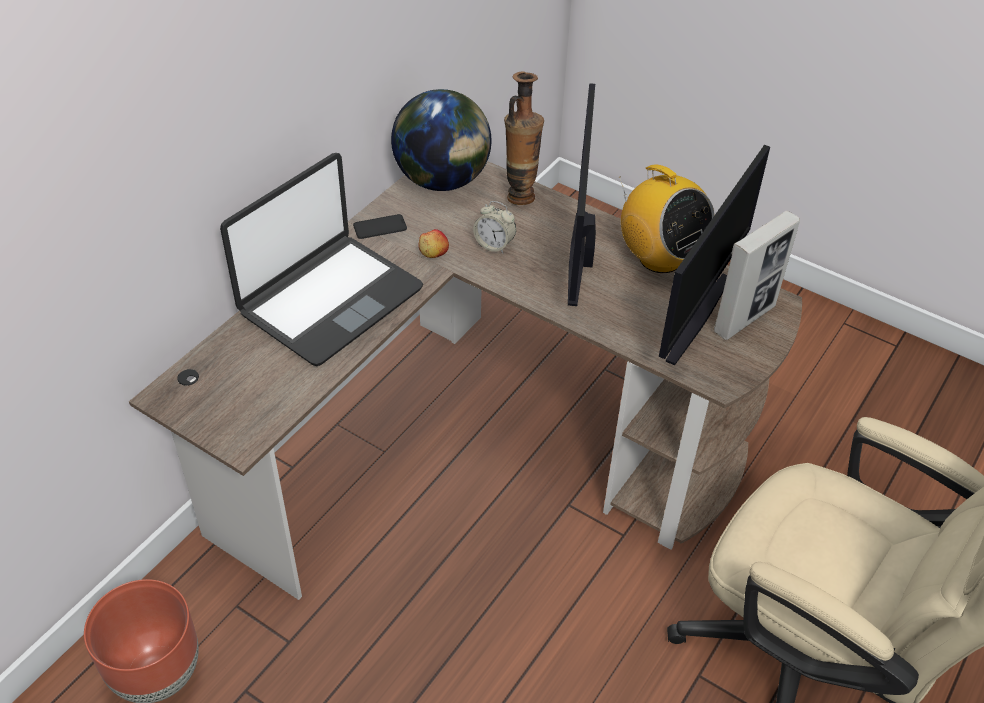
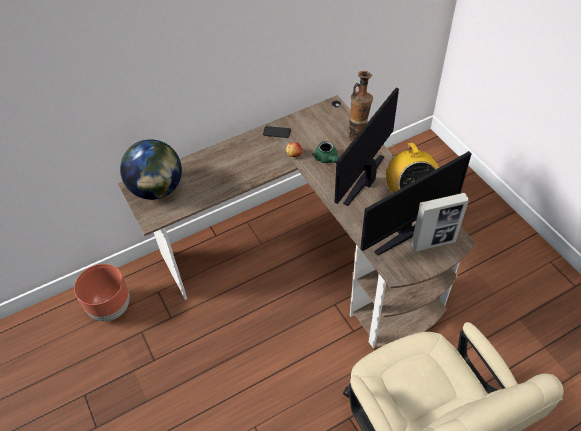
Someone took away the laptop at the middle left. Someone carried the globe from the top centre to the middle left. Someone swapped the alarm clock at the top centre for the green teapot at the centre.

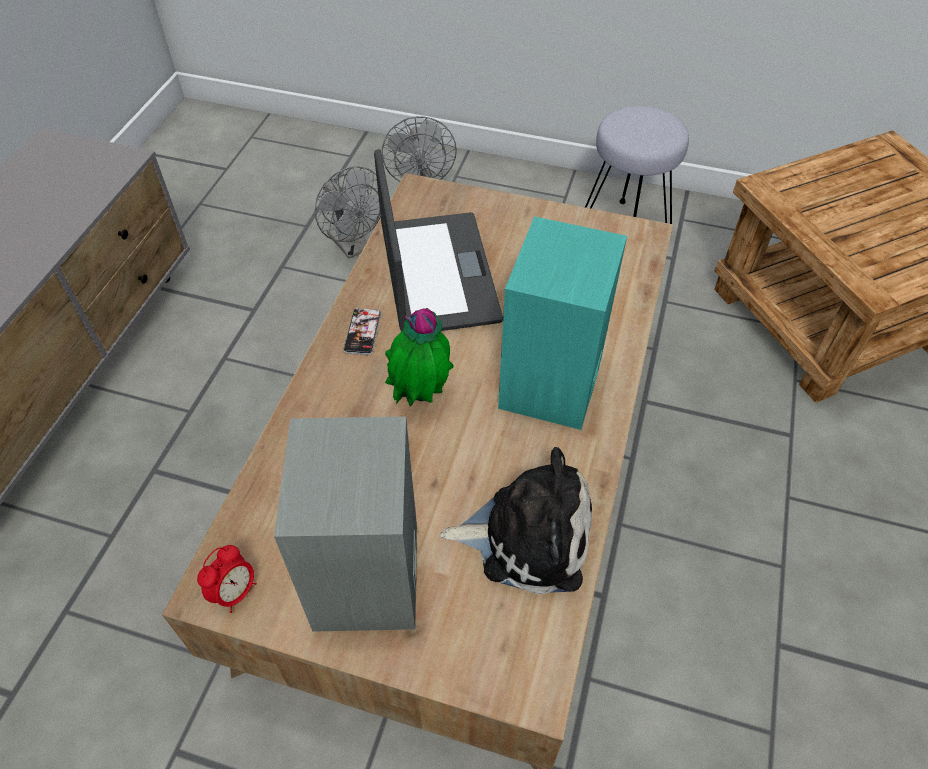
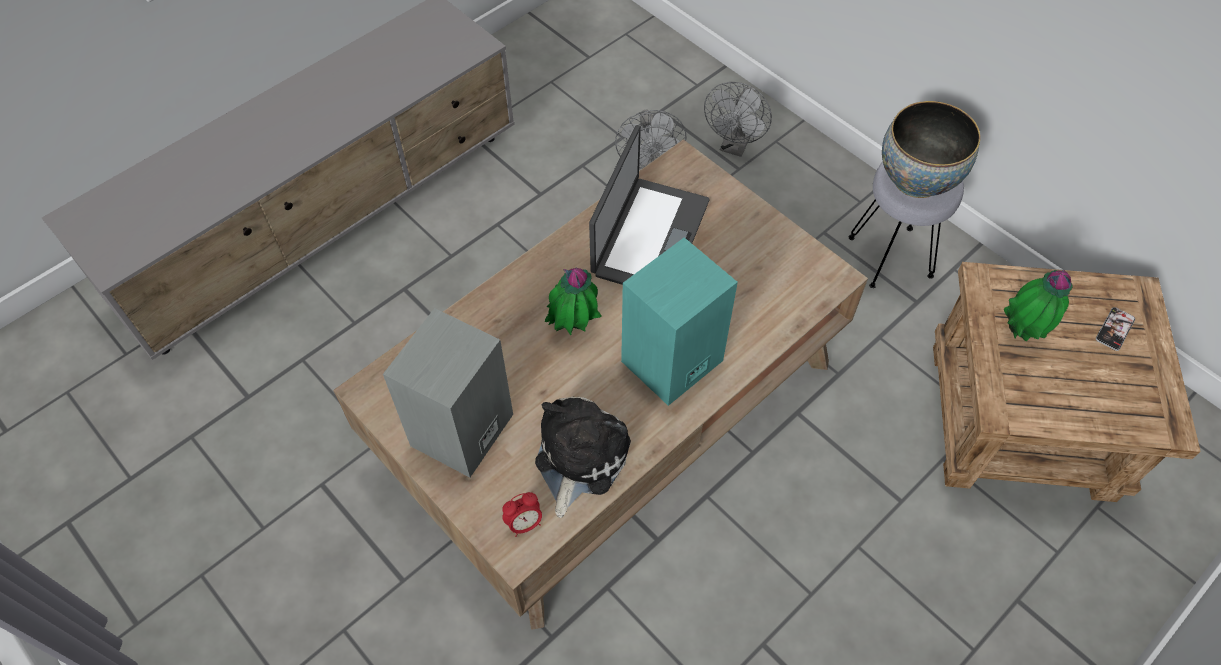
Someone put down the bowl at the top right. Someone put down the potted plant (no. 2 from left) at the middle right. Someone carried the alarm clock from the bottom left to the bottom centre. Someone carried the phone from the centre to the middle right. Someone rotated the plush toy at the bottom centre by 105 degrees counterclockwise.

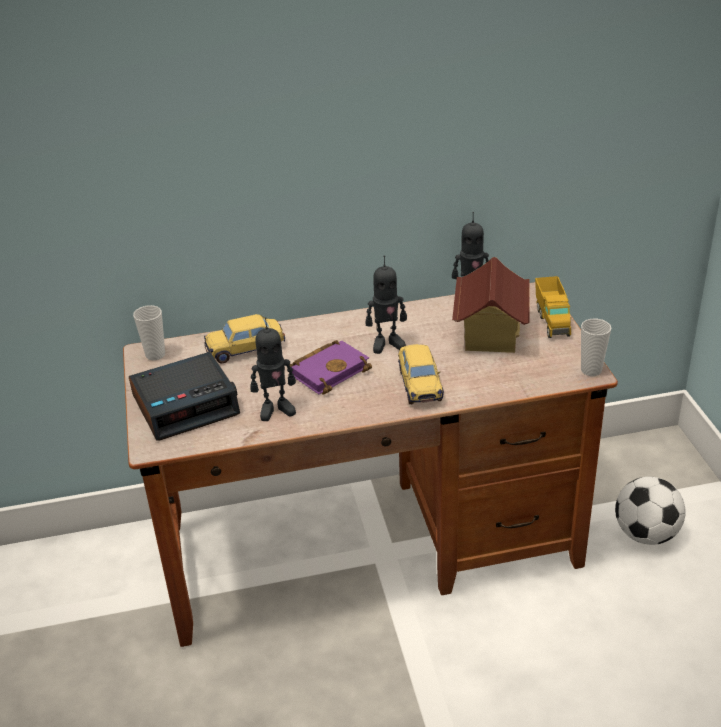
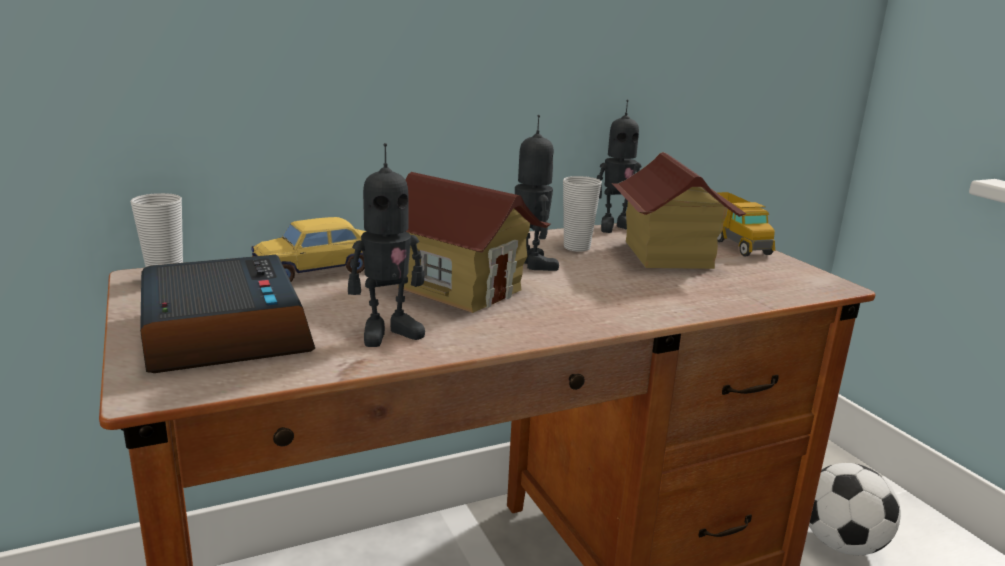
Someone took away the toy car (no. 2 from left) at the centre. Someone carried the cup (no. 2 from left) from the middle right to the centre. Someone swapped the purple book at the centre for the toy house (no. 1 from left) at the centre. Someone rotated the alarm clock at the middle left by 75 degrees counterclockwise. Someone rotated the toy robot (no. 2 from left) at the centre by 90 degrees counterclockwise.

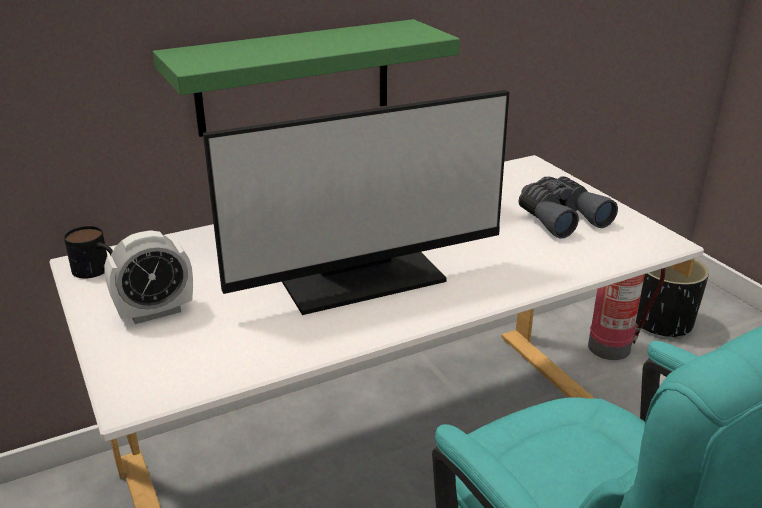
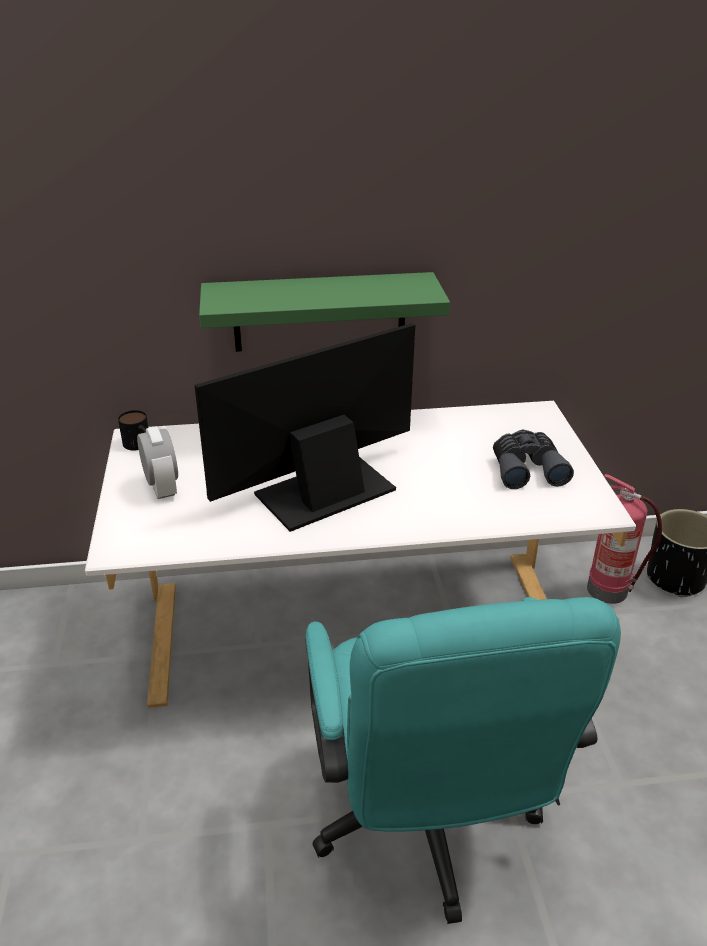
Someone rotated the alarm clock at the middle left by 105 degrees counterclockwise. Someone rotated the monitor at the centre by 150 degrees clockwise.

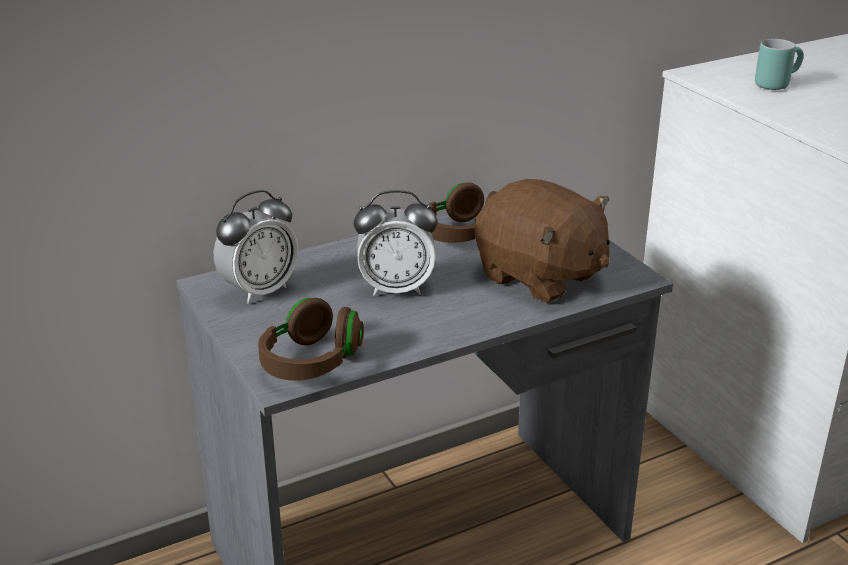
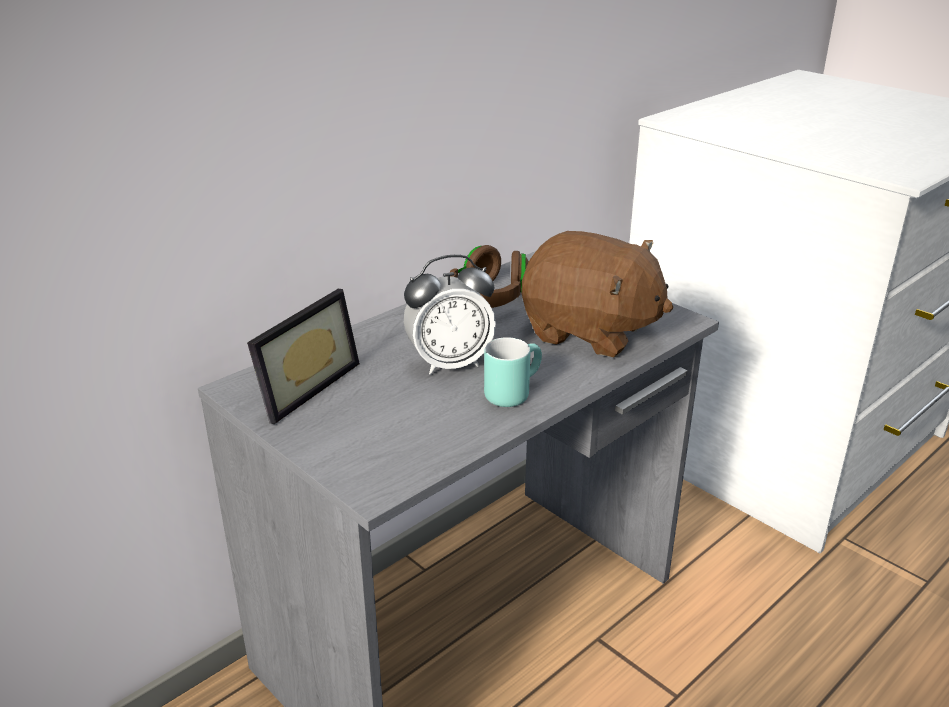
Someone took away the brown headphones (no. 1 from left) at the centre. Someone carried the turquoise mug from the top right to the centre. Someone swapped the alarm clock (no. 1 from left) at the middle left for the picture frame at the middle left.

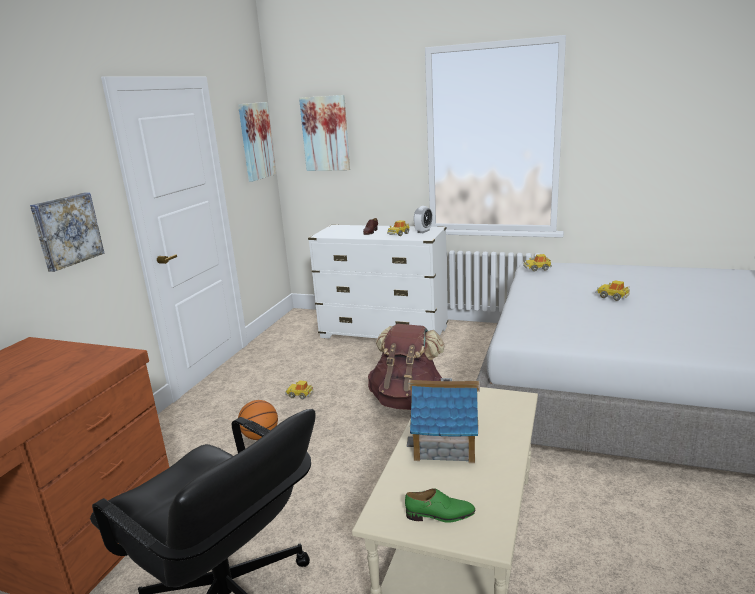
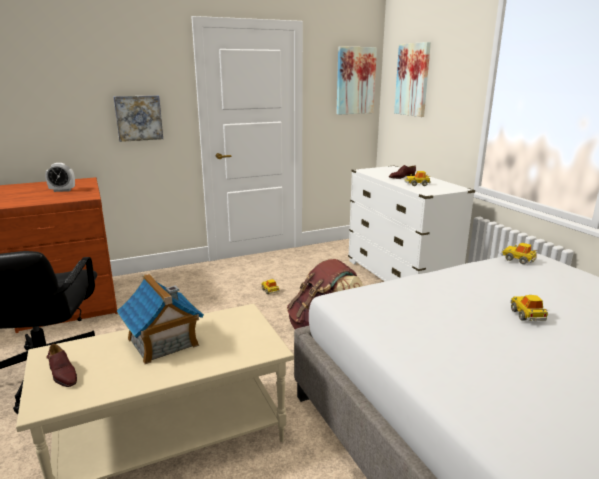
Someone took away the basketball at the bottom centre. Someone carried the alarm clock from the centre to the middle left. Someone repainted the green shoe at the bottom centre, which became the brown shoe (no. 1 from left) at the bottom left.

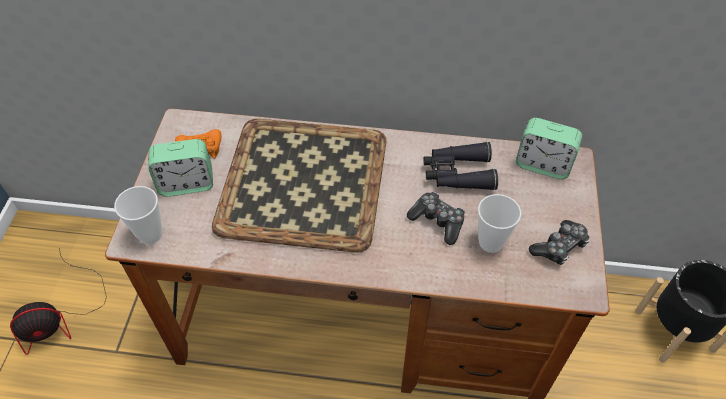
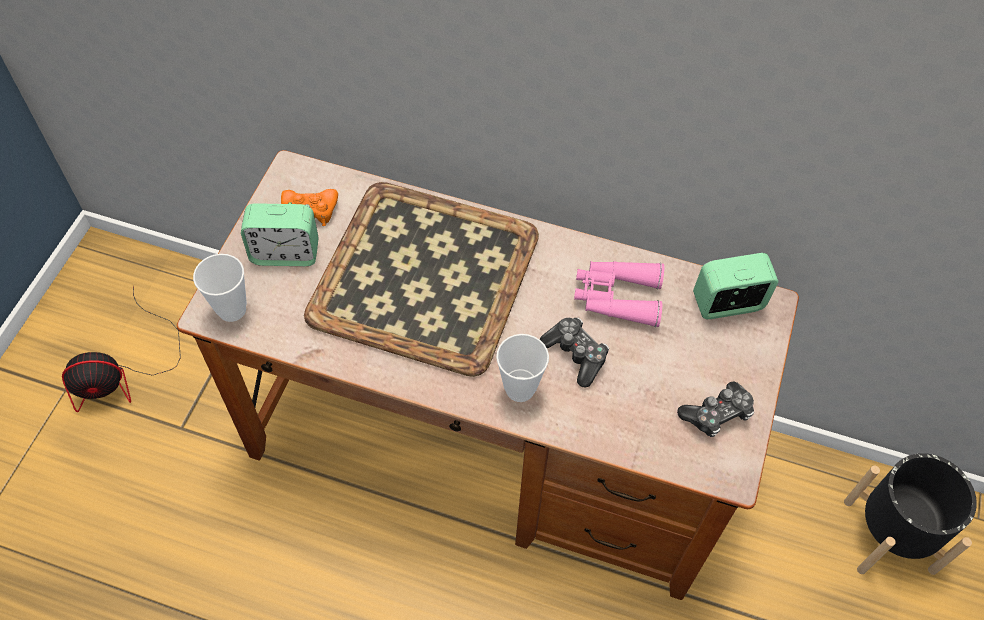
Someone carried the cup (no. 2 from left) from the middle right to the centre. Someone repainted the black binoculars at the centre, which became the pink binoculars at the centre. Someone rotated the alarm clock (no. 2 from left) at the middle right by 135 degrees clockwise.

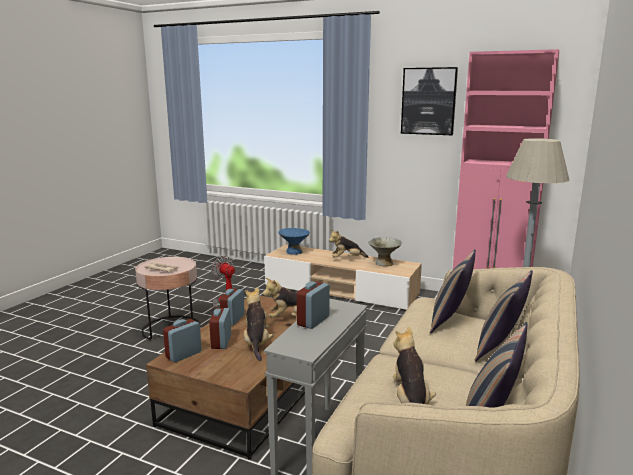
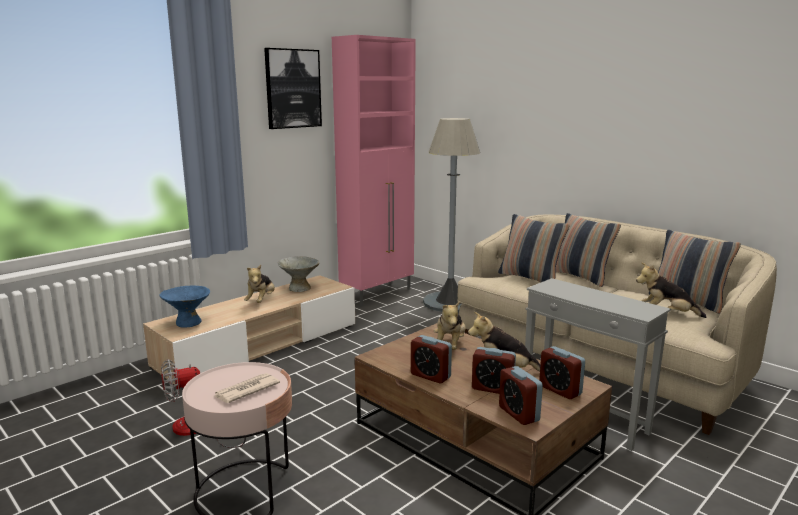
Someone carried the alarm clock (no. 4 from left) from the centre to the bottom right.

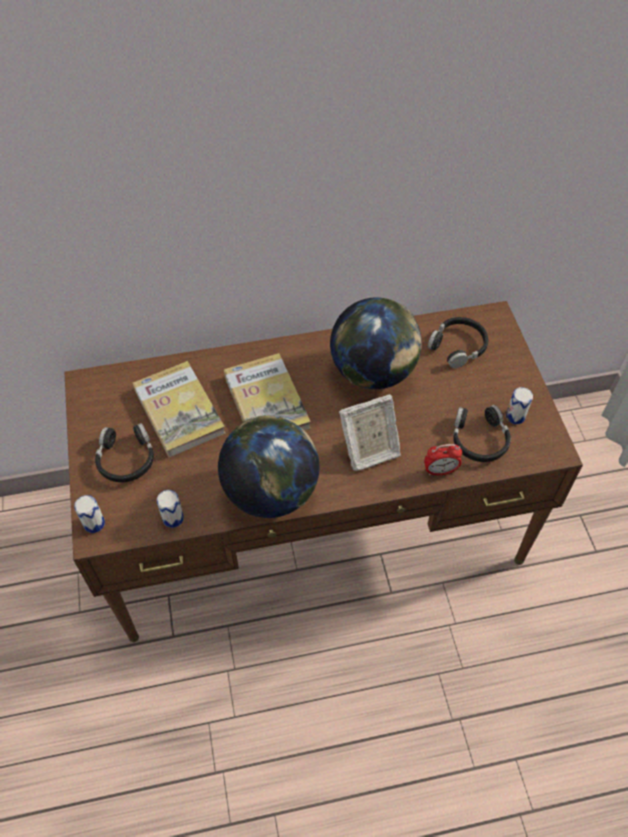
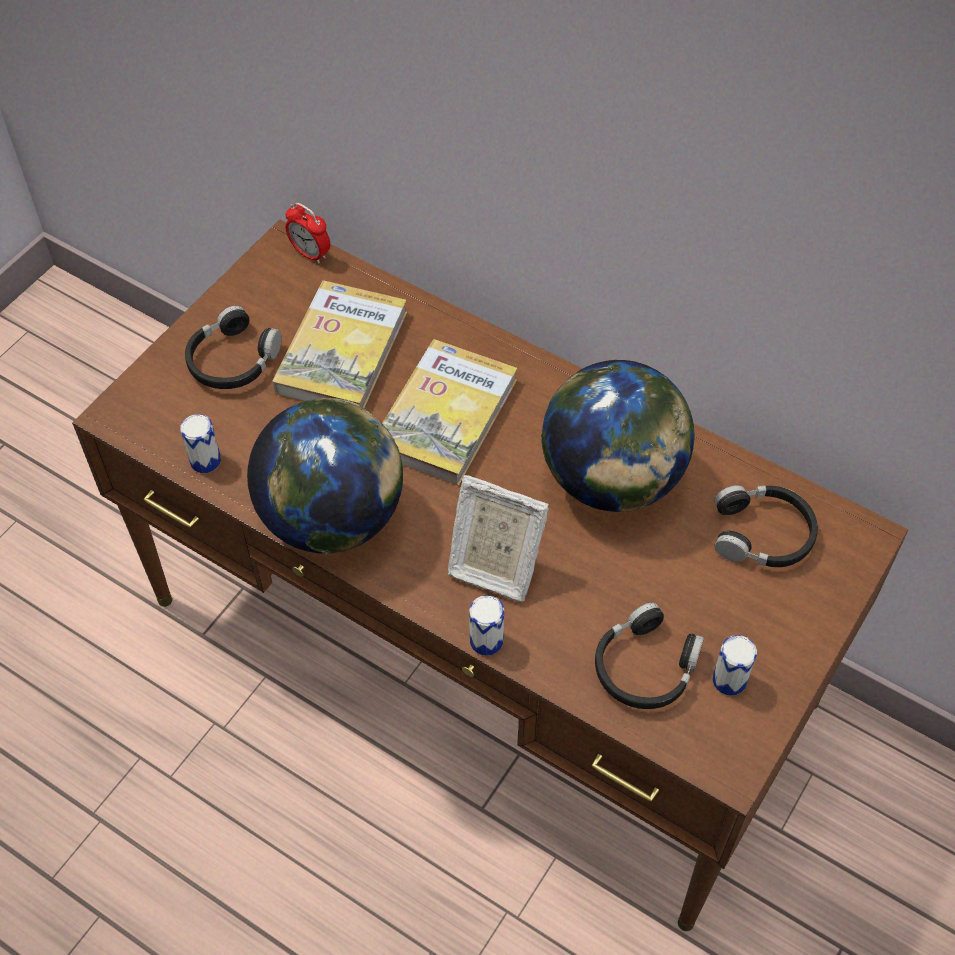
Someone carried the can (no. 1 from left in the first image) from the middle left to the centre. Someone carried the alarm clock from the middle right to the top left.

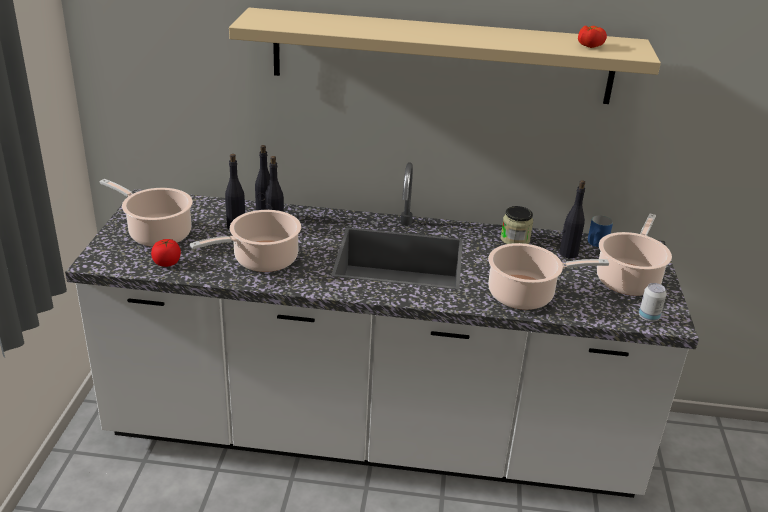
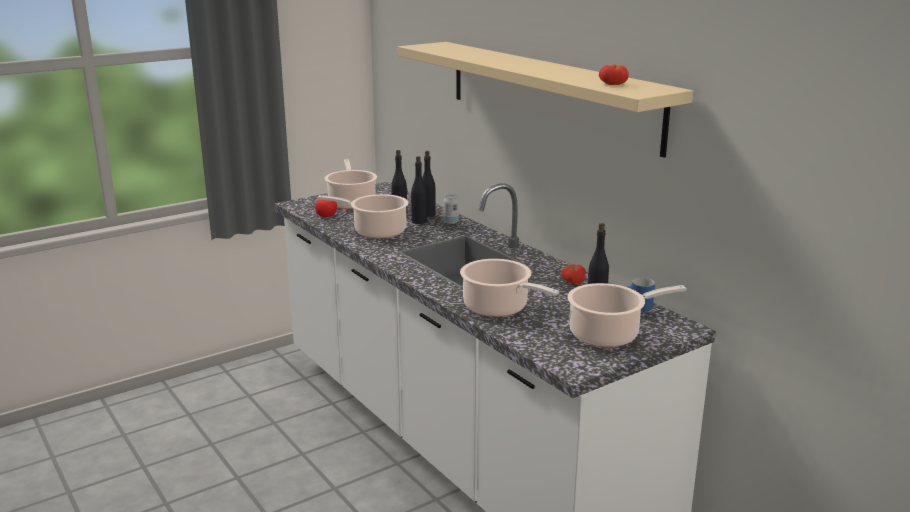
Someone carried the can from the middle right to the centre. Someone swapped the jar at the middle right for the tomato (no. 2 from left) at the centre.

